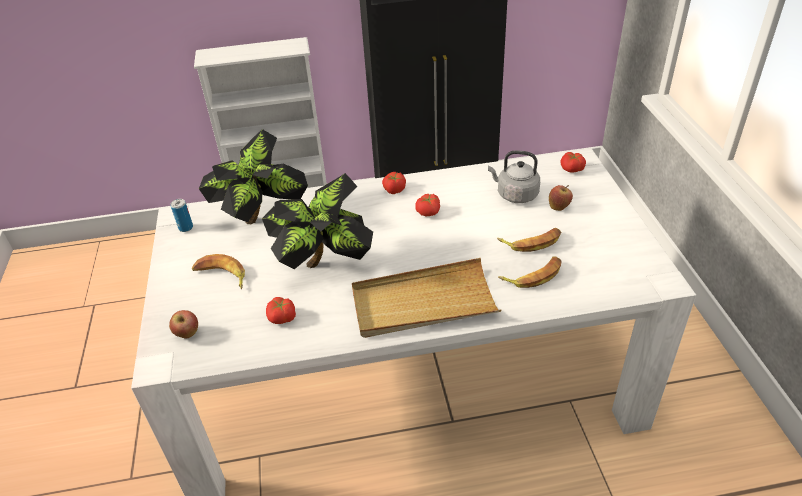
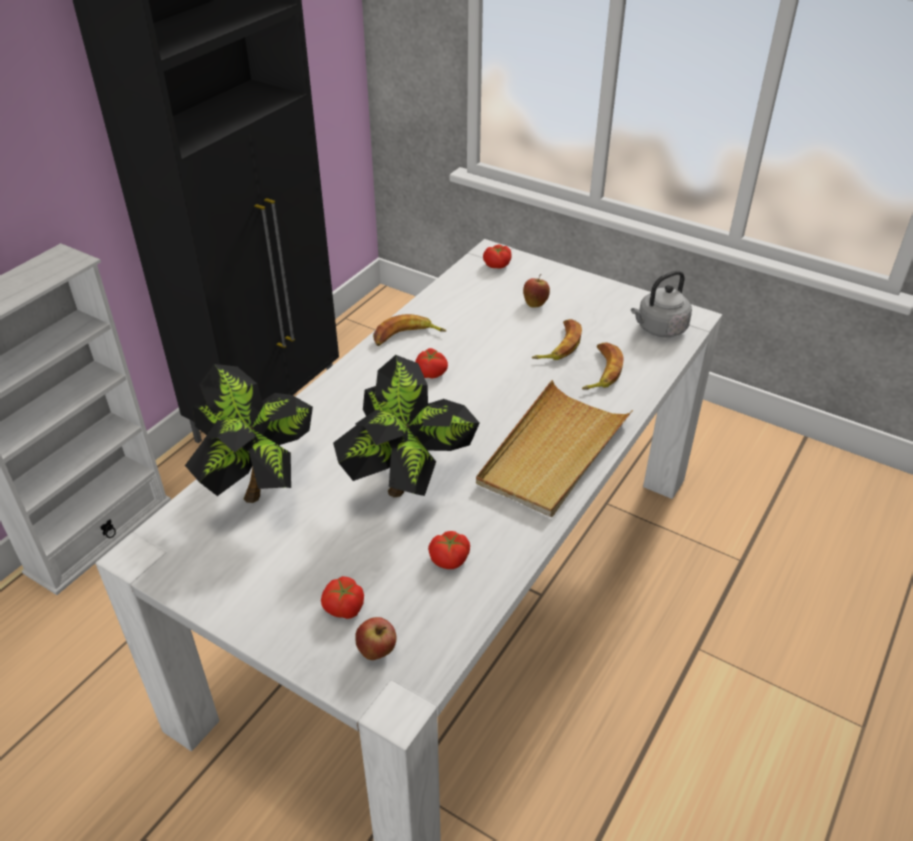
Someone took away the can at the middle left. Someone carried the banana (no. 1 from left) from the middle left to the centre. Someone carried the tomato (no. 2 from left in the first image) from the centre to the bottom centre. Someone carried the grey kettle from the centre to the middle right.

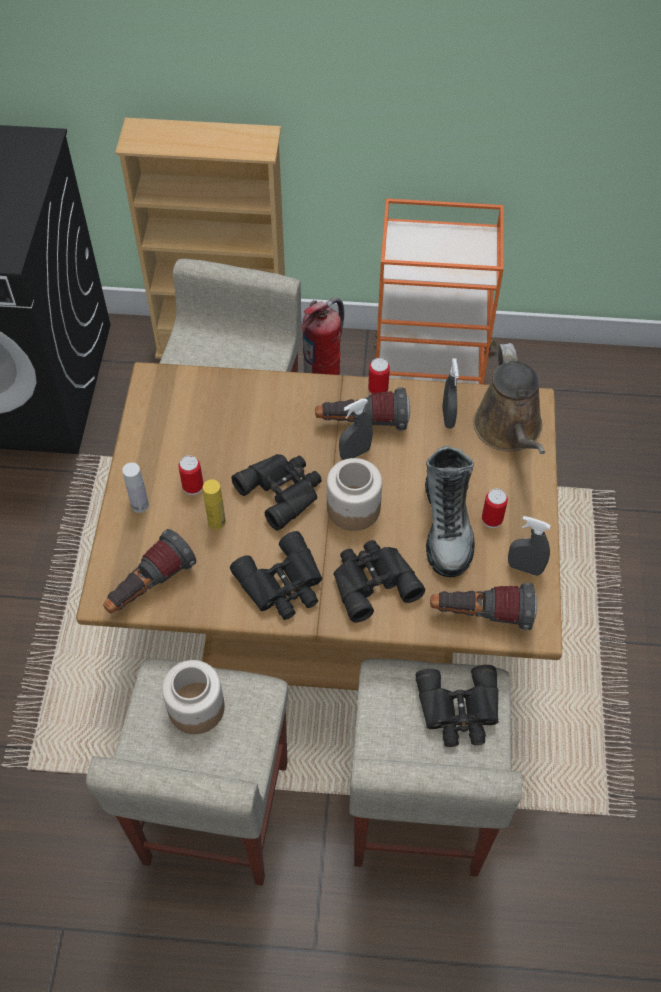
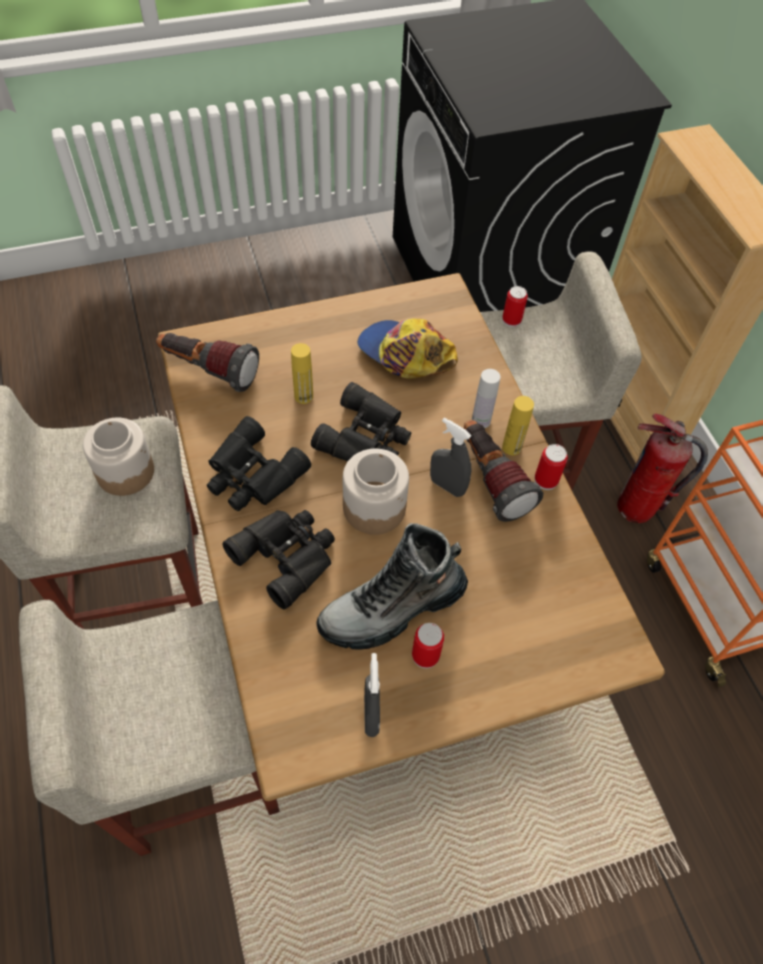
Someone took away the black binoculars (no. 4 from left) at the bottom right. Someone took away the flashlight (no. 3 from left) at the middle right. Someone took away the grey spray bottle (no. 2 from left) at the middle right. Someone took away the brown watering can at the middle right. Someone put down the cap at the centre. Someone put down the yellow bottle (no. 2 from left) at the middle right. Someone carried the white bottle from the middle left to the centre. Someone carried the can (no. 1 from left in the first image) from the middle left to the top right.

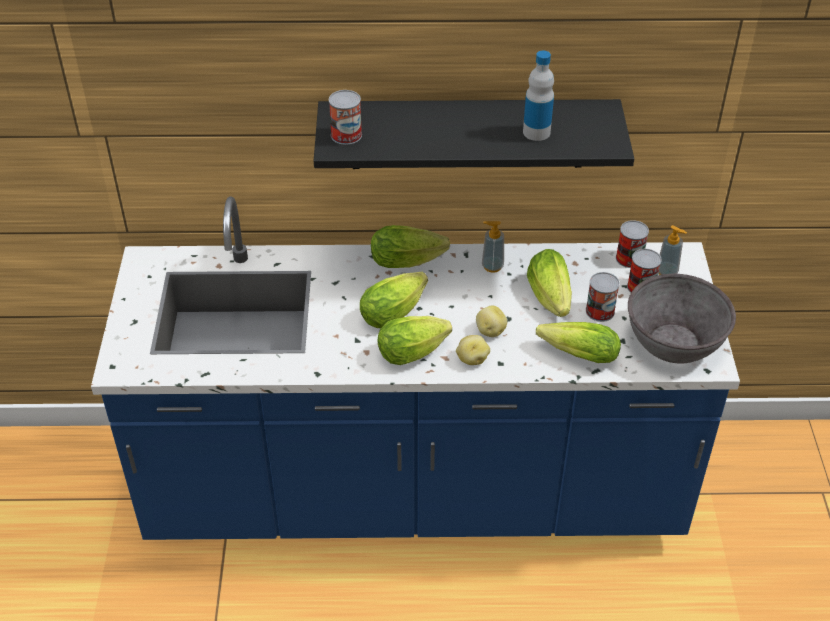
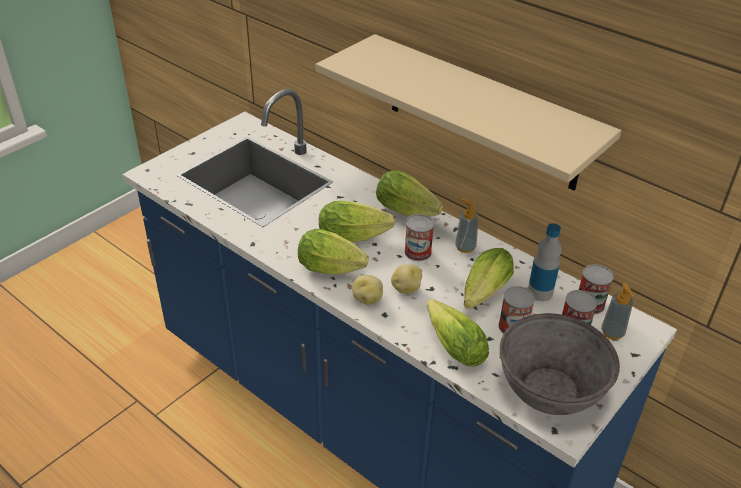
Someone carried the can (no. 1 from left) from the top centre to the centre. Someone carried the bottle from the top centre to the middle right. Someone repainted the black shelf at the top centre, which became the beige shelf at the top centre.

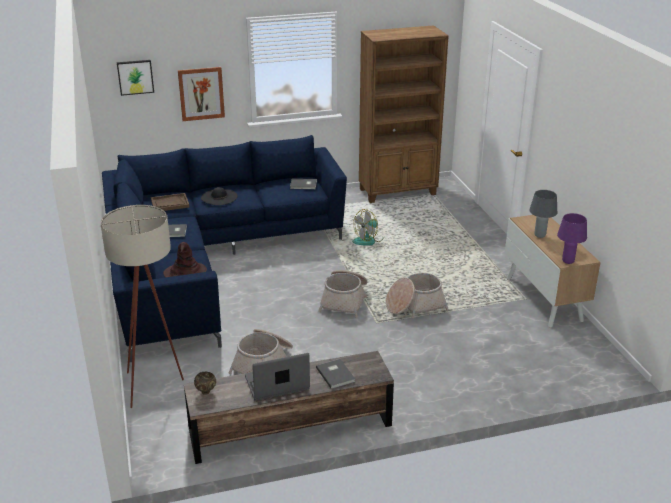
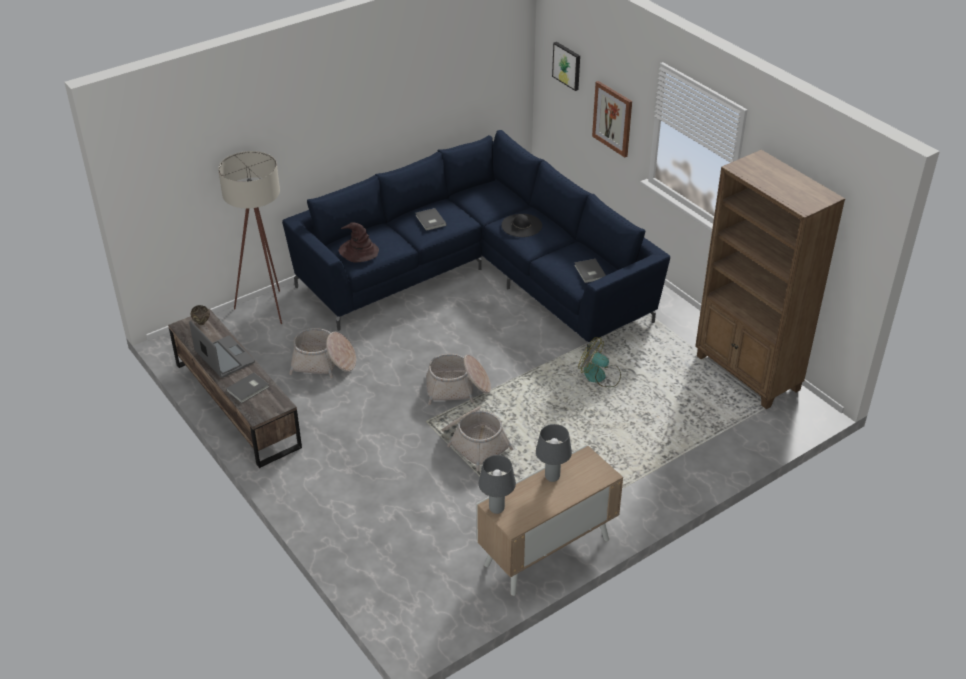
Someone took away the brown tray at the middle left. Someone repainted the purple table lamp at the middle right, which became the grey table lamp (no. 1 from left) at the bottom centre.

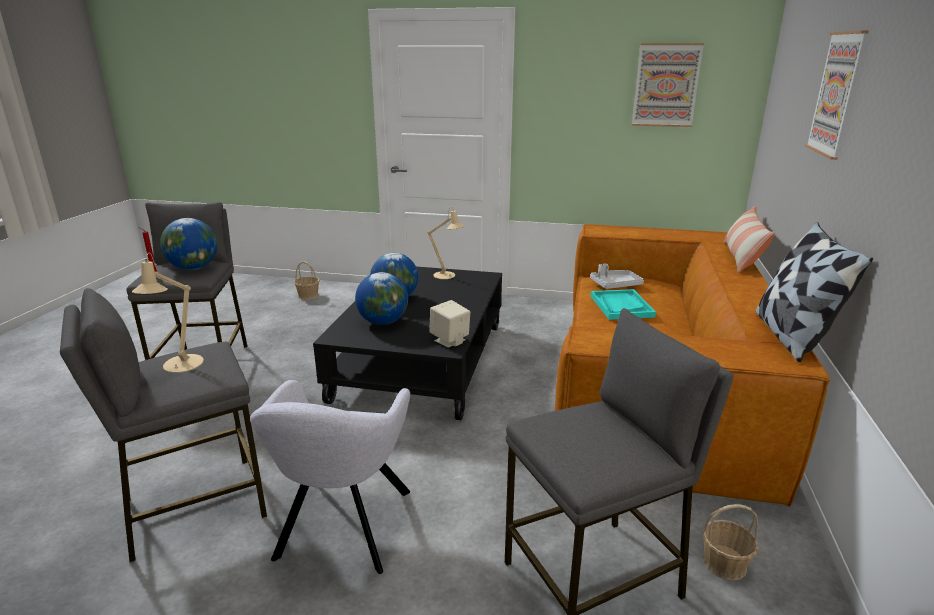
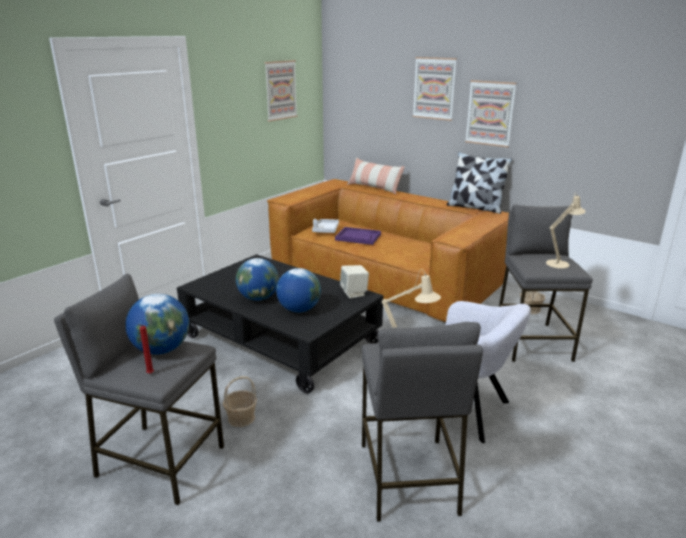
Someone put up the picture (no. 3 from left) at the top right. Someone carried the basket (no. 1 from left) from the middle left to the bottom centre. Someone carried the beige table lamp (no. 2 from left) from the centre to the middle right. Someone repainted the turquoise tray at the middle right, which became the purple tray at the centre.

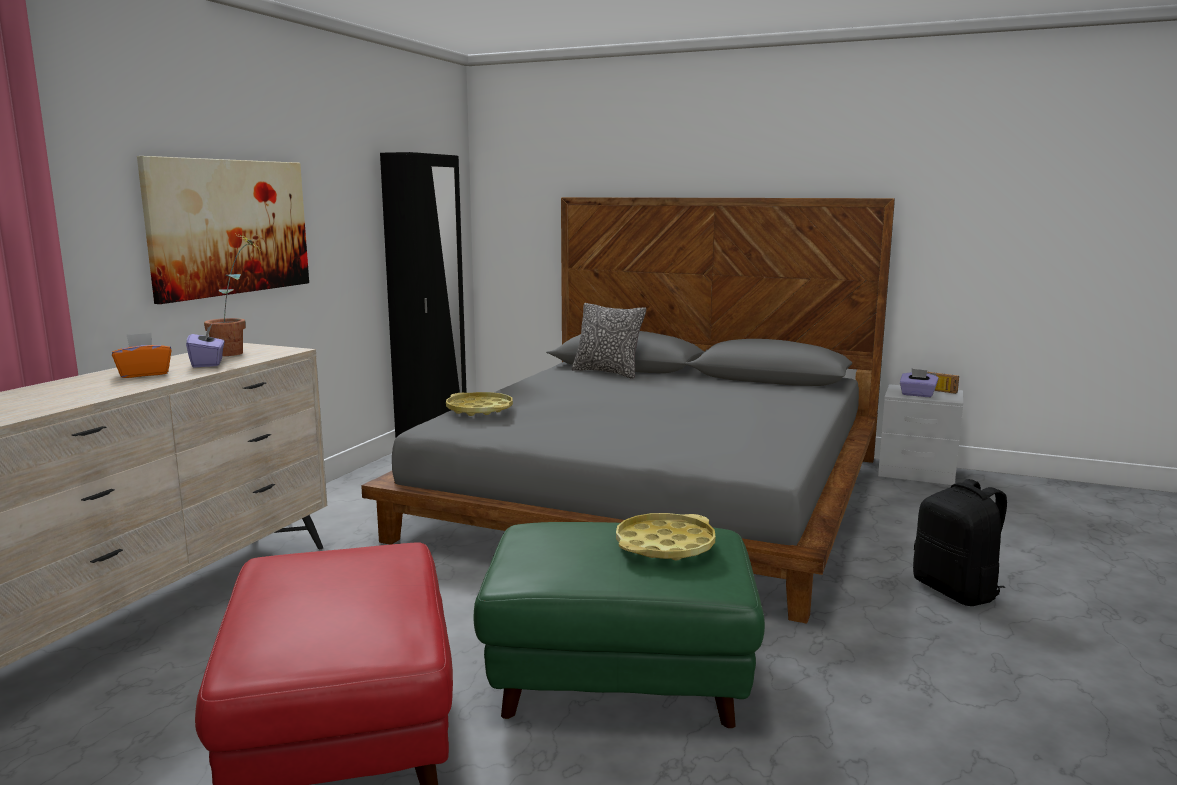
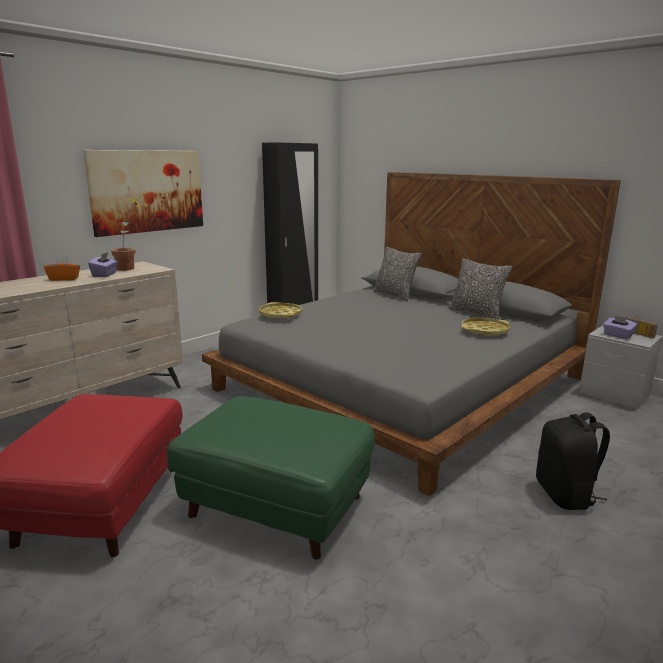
Someone put down the pillow (no. 2 from left) at the middle right. Someone carried the yellow tray (no. 2 from left) from the bottom centre to the middle right.

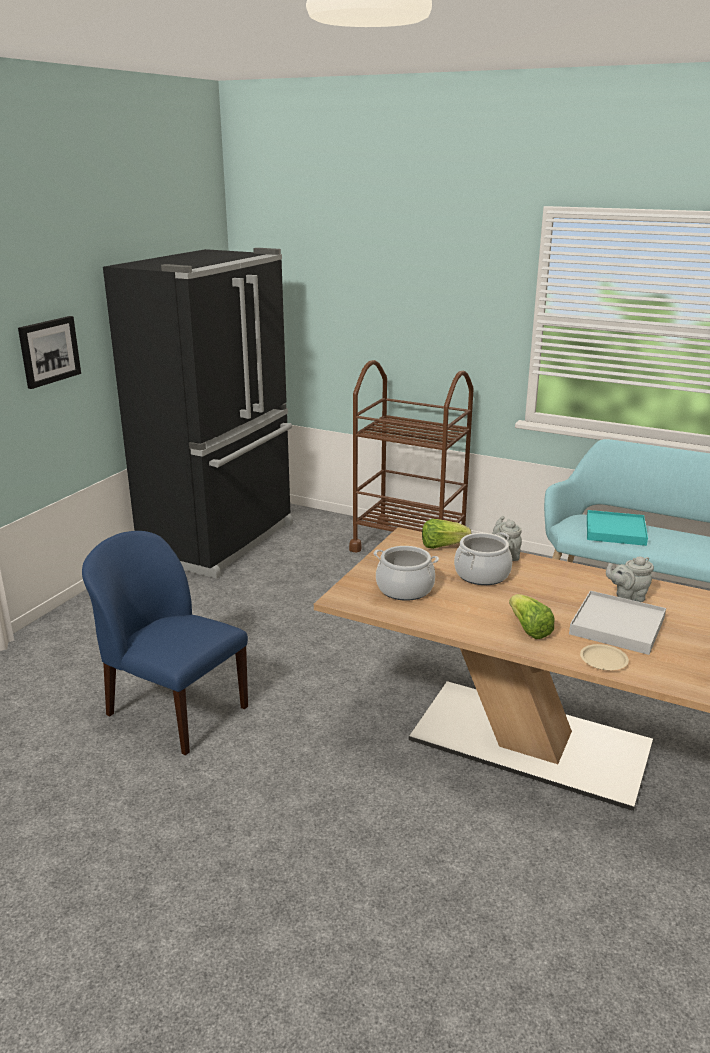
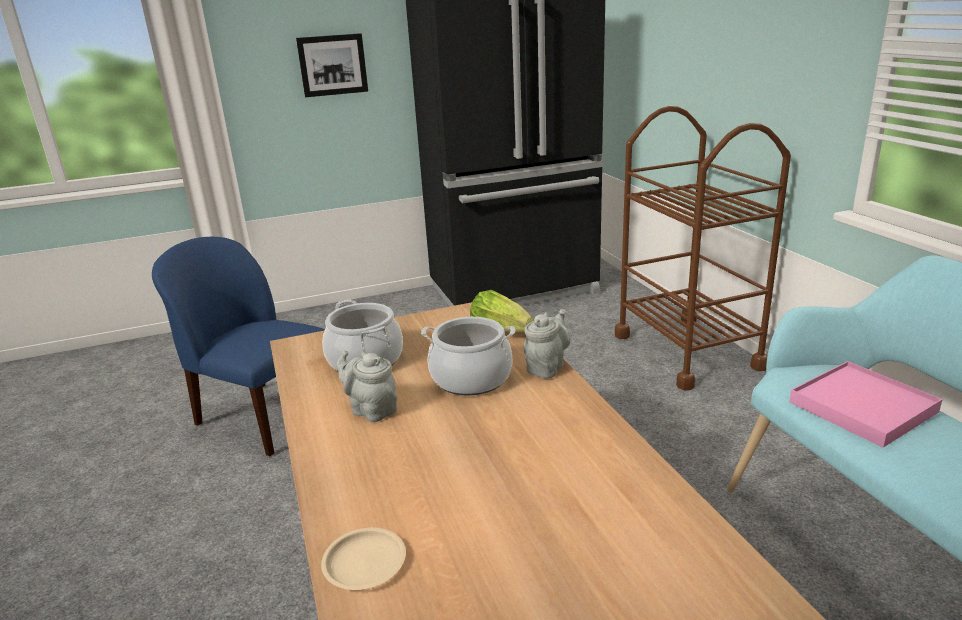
Someone took away the lettuce (no. 2 from left) at the middle right. Someone took away the white tray at the middle right. Someone carried the grey teapot (no. 2 from left in the first image) from the middle right to the centre. Someone repainted the turquoise tray at the middle right, which became the pink tray at the middle right. Someone rotated the blue chair at the middle left by 45 degrees counterclockwise.

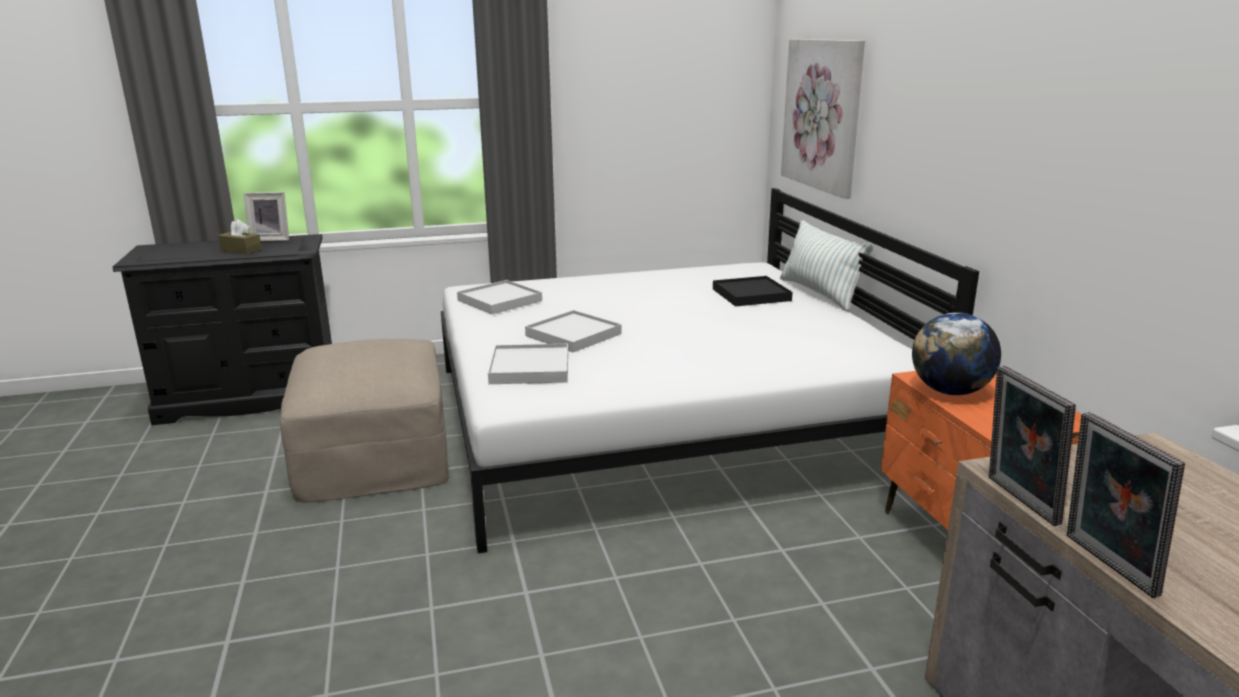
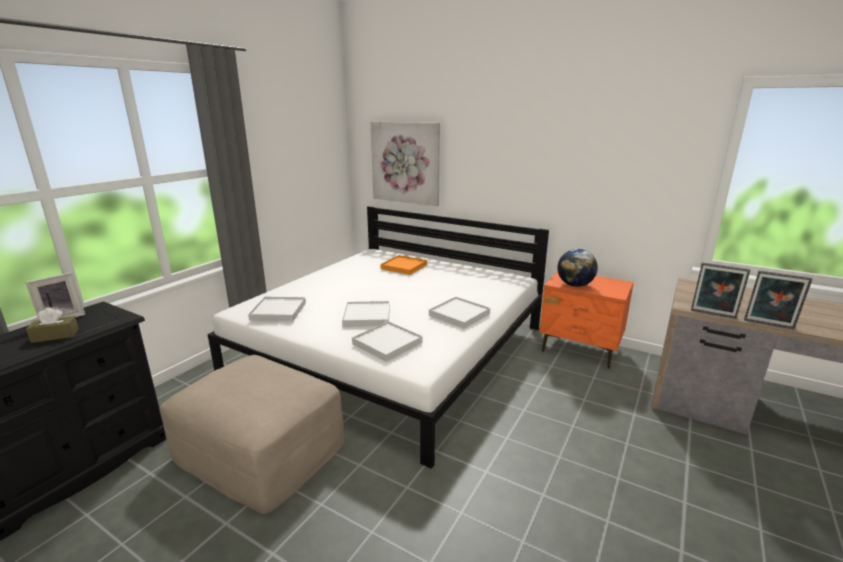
Someone took away the pillow at the middle right. Someone put down the white tray (no. 4 from left) at the centre. Someone repainted the black tray at the centre, which became the orange tray at the centre.

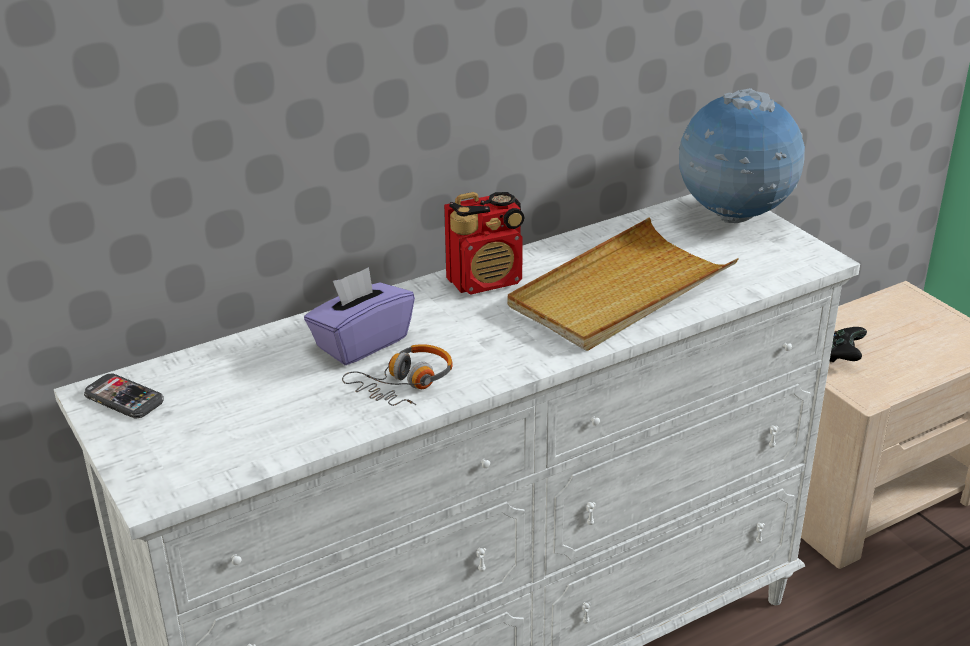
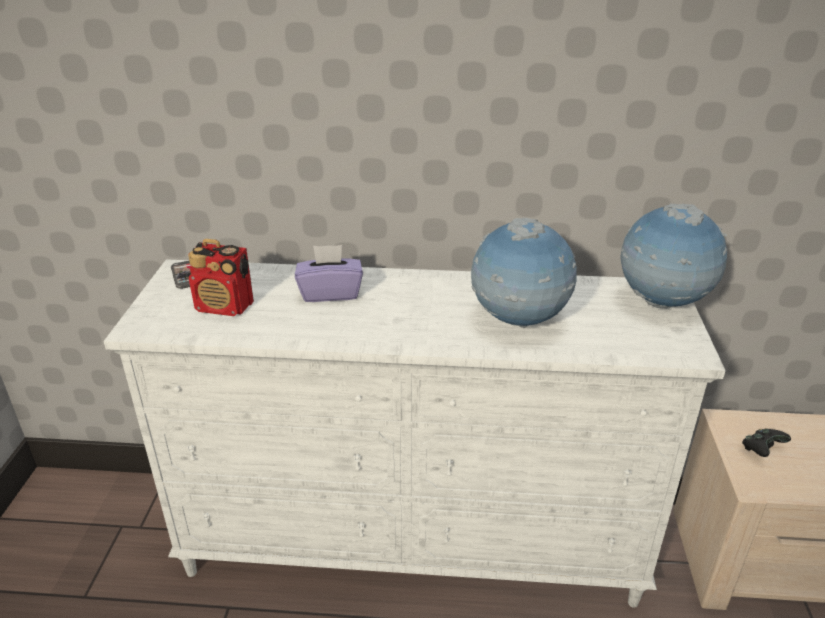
Someone took away the headphones at the centre. Someone carried the radio from the centre to the middle left. Someone swapped the beige tray at the centre for the globe (no. 1 from left) at the centre.

